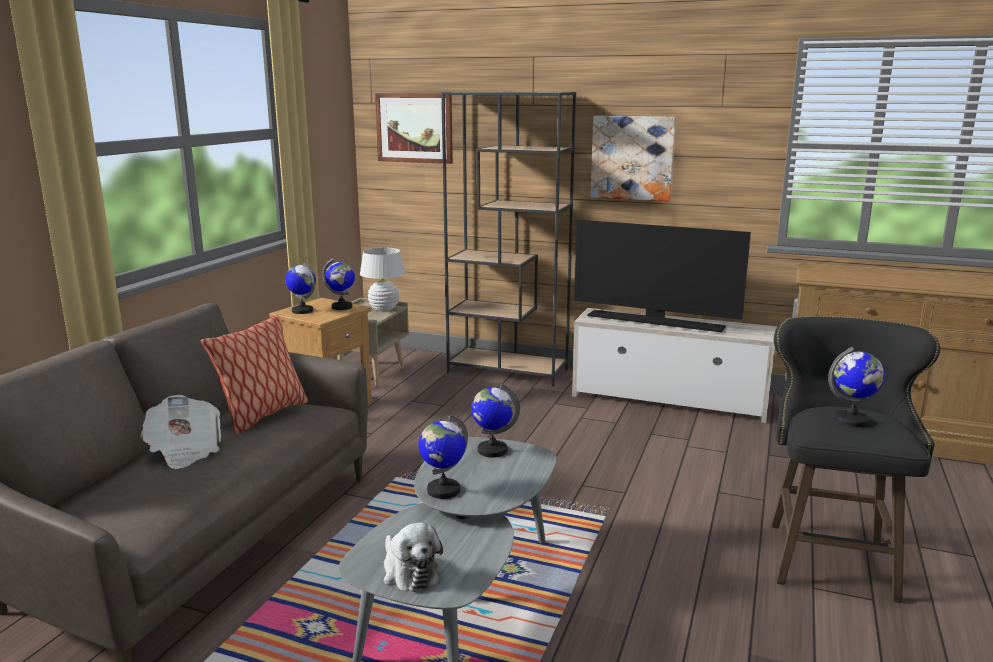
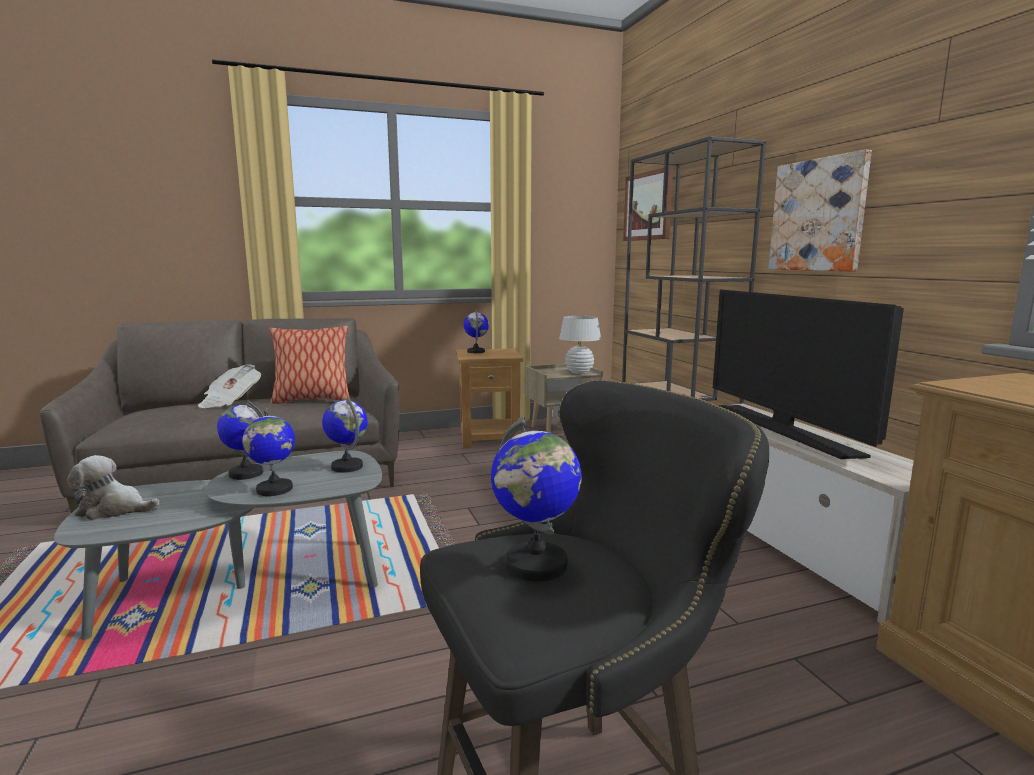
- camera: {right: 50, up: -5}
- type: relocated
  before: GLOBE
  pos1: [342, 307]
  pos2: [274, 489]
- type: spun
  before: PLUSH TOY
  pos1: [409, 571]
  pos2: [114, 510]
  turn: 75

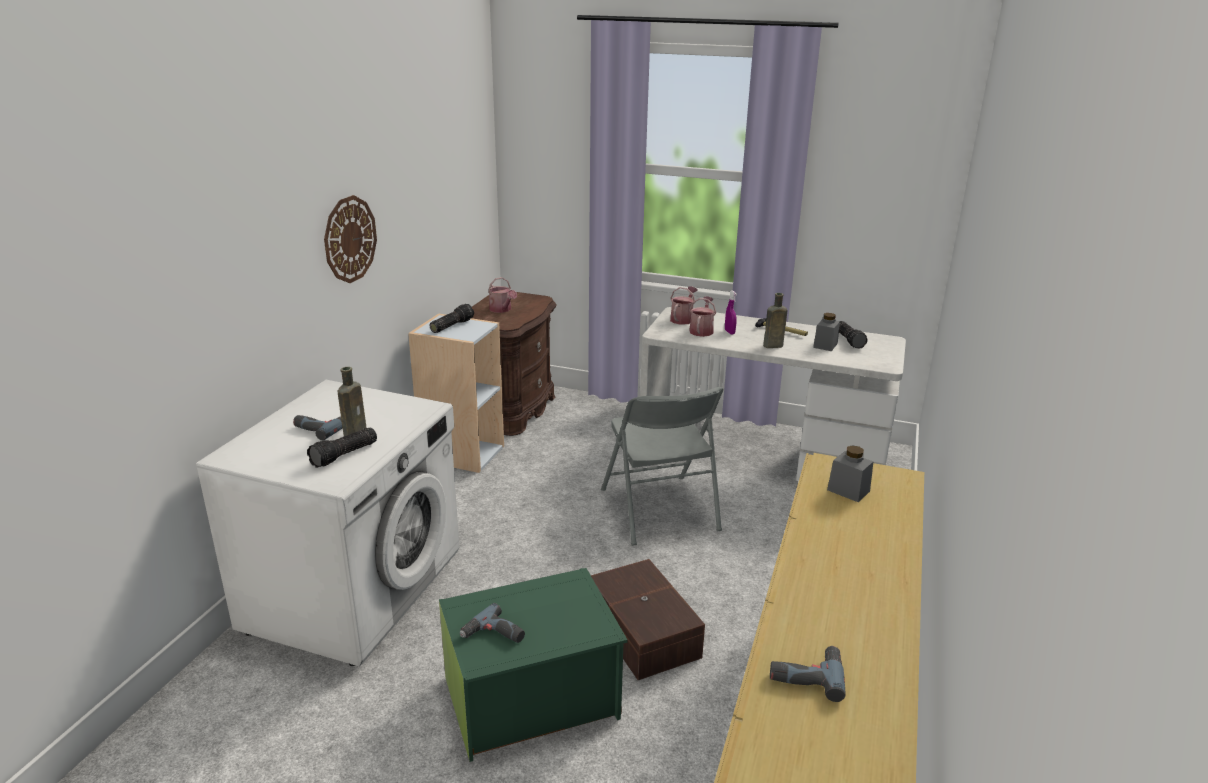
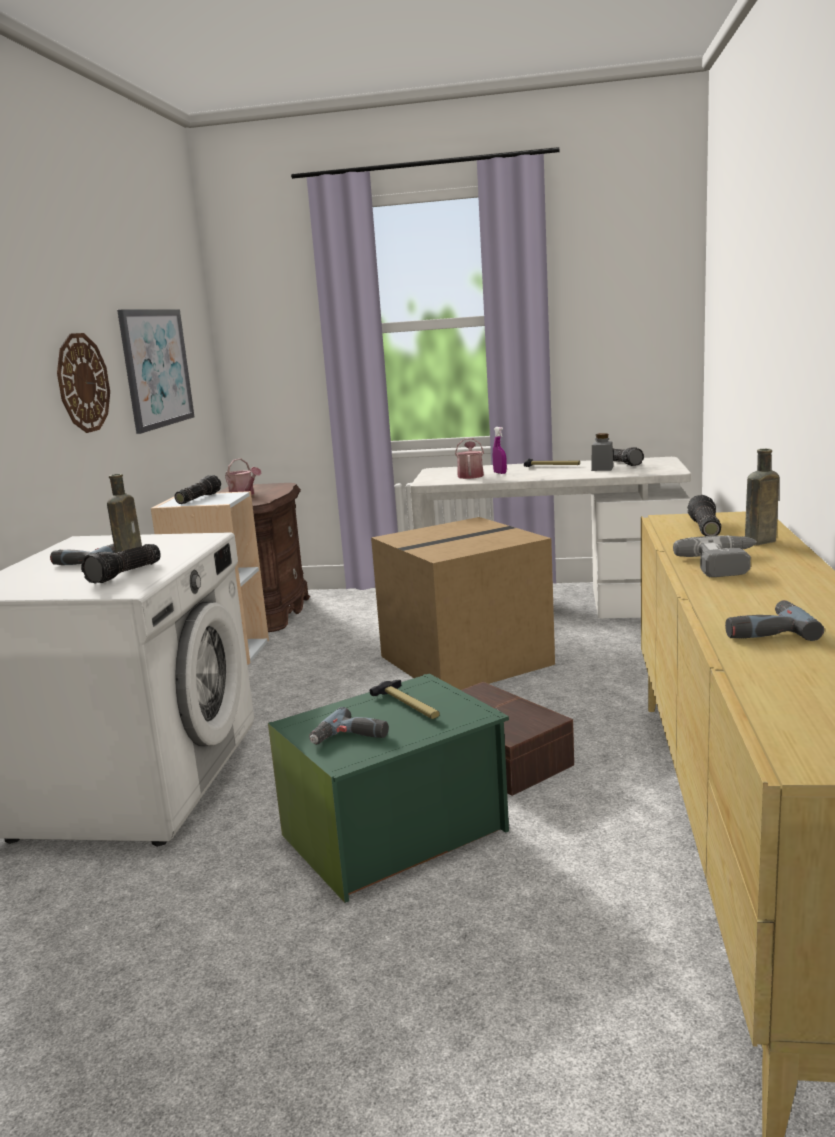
- camera: {right: -10, up: -10}
- type: missing
  before: WATERING CAN
  pos1: [682, 319]
- type: appeared
  after: PICTURE
  pos2: [156, 368]
- type: appeared
  after: HAMMER
  pos2: [408, 706]
- type: appeared
  after: POWER DRILL
  pos2: [727, 564]
- type: relocated
  before: BROWN BOTTLE
  pos1: [771, 346]
  pos2: [758, 542]
- type: exchanged
  before: GREY CHAIR
  after: CARDBOARD BOX
  pos1: [658, 510]
  pos2: [464, 661]
- type: exchanged
  before: GREY JAR
  after: FLASHLIGHT
  pos1: [848, 490]
  pos2: [703, 528]

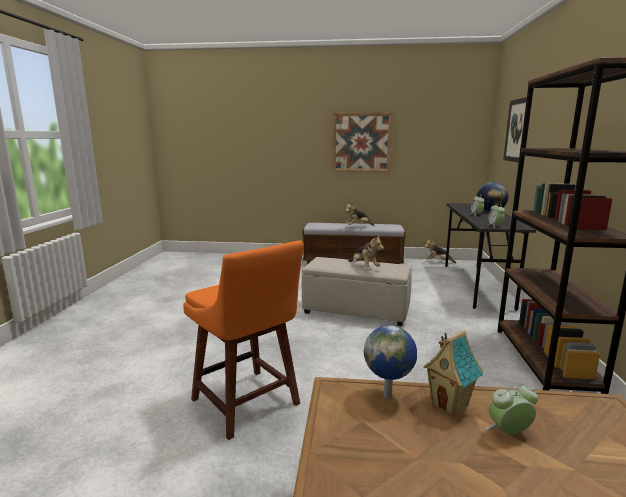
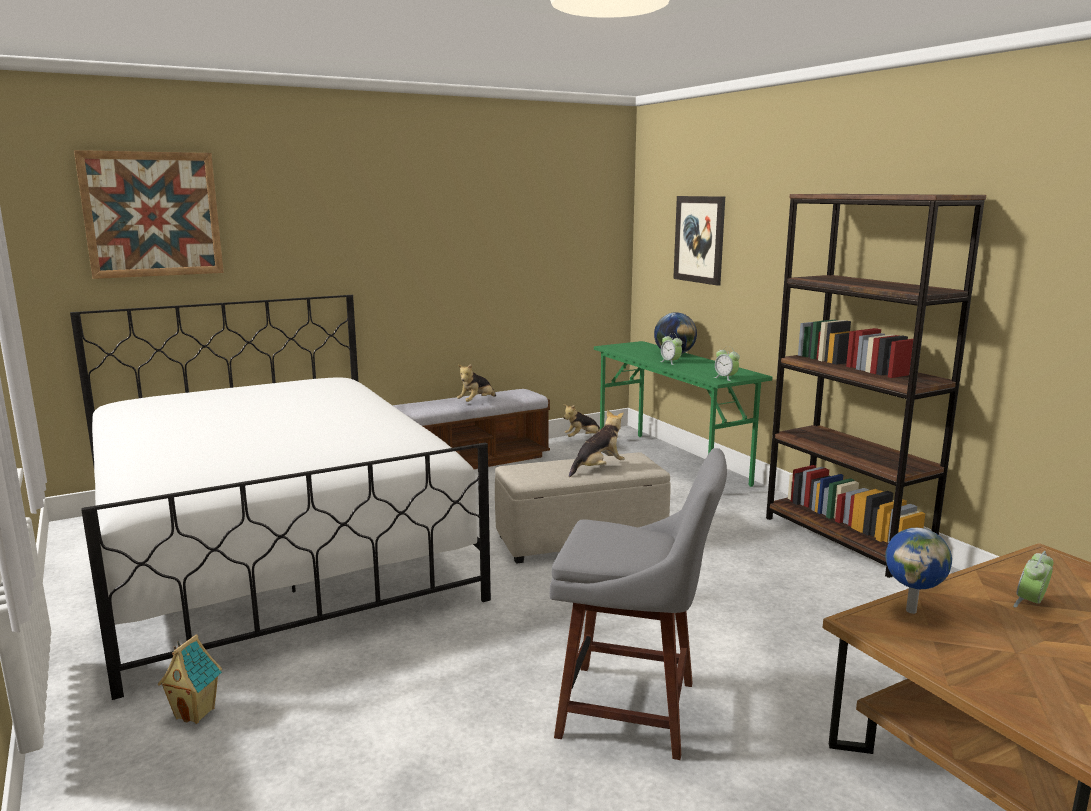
- camera: {right: -35, up: 0}
- type: appeared
  after: WHITE BED
  pos2: [273, 552]
- type: relocated
  before: PICTURE
  pos1: [361, 142]
  pos2: [152, 214]
- type: relocated
  before: TOY HOUSE
  pos1: [450, 404]
  pos2: [196, 712]
- type: colour
  before: ORANGE STOOL
  after: GREY STOOL
  pos1: [247, 404]
  pos2: [635, 710]
- type: colour
  before: GREY DESK
  after: GREEN DESK
  pos1: [476, 285]
  pos2: [671, 463]
- type: spun
  before: PLUSH TOY
  pos1: [364, 267]
  pos2: [598, 468]
  turn: -60

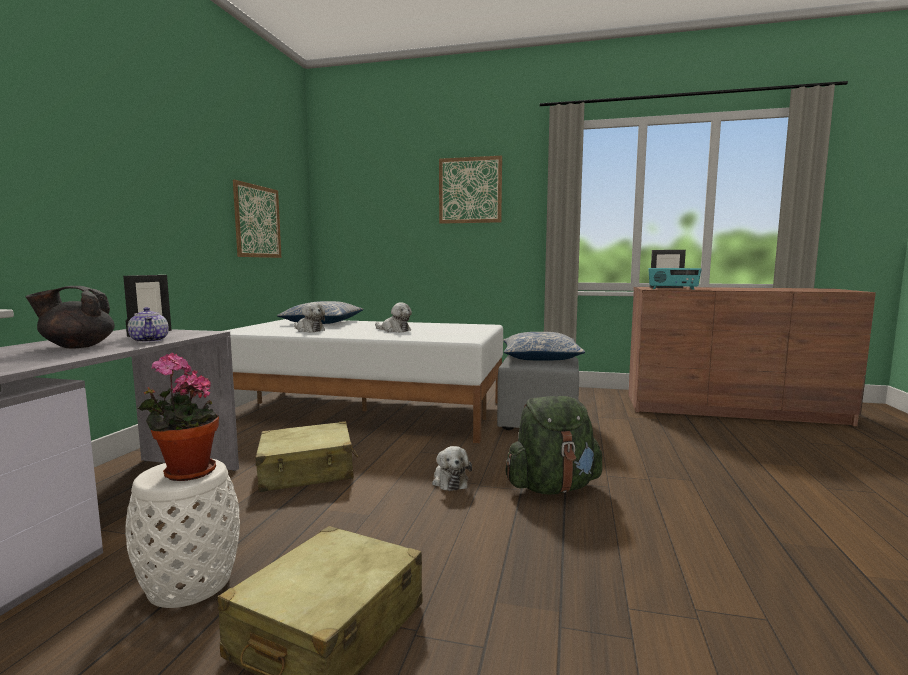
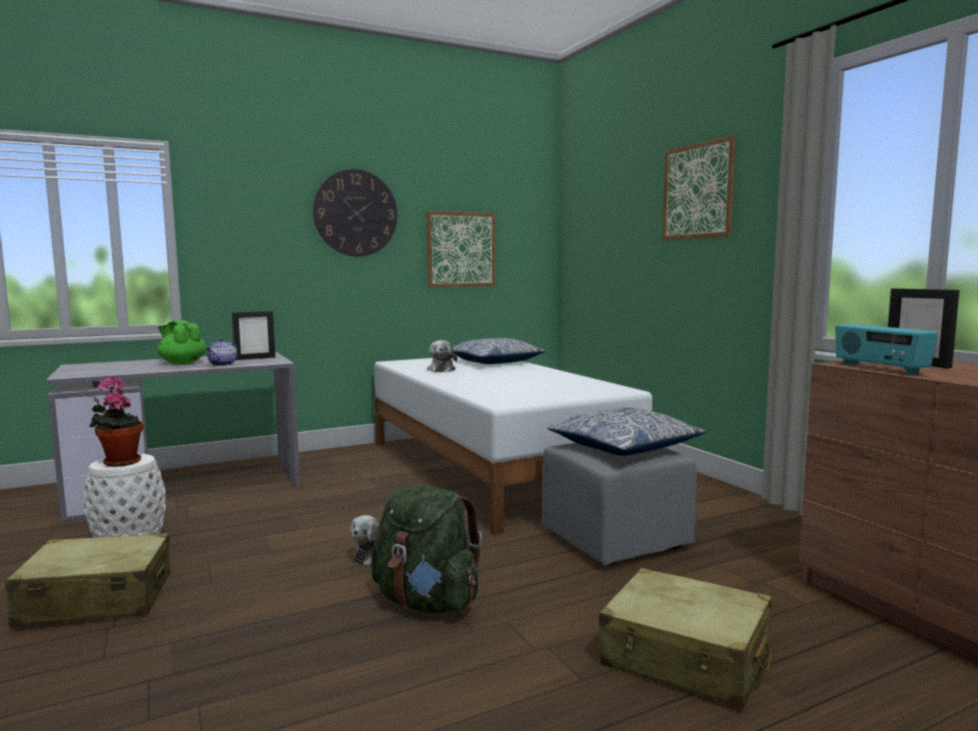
- camera: {right: 50, up: 0}
- type: missing
  before: PLUSH TOY
  pos1: [394, 330]
- type: appeared
  after: WALL CLOCK
  pos2: [355, 213]
- type: relocated
  before: BEIGE SUITCASE
  pos1: [307, 471]
  pos2: [686, 658]
- type: colour
  before: BLACK TEAPOT
  after: GREEN TEAPOT
  pos1: [77, 346]
  pos2: [182, 363]

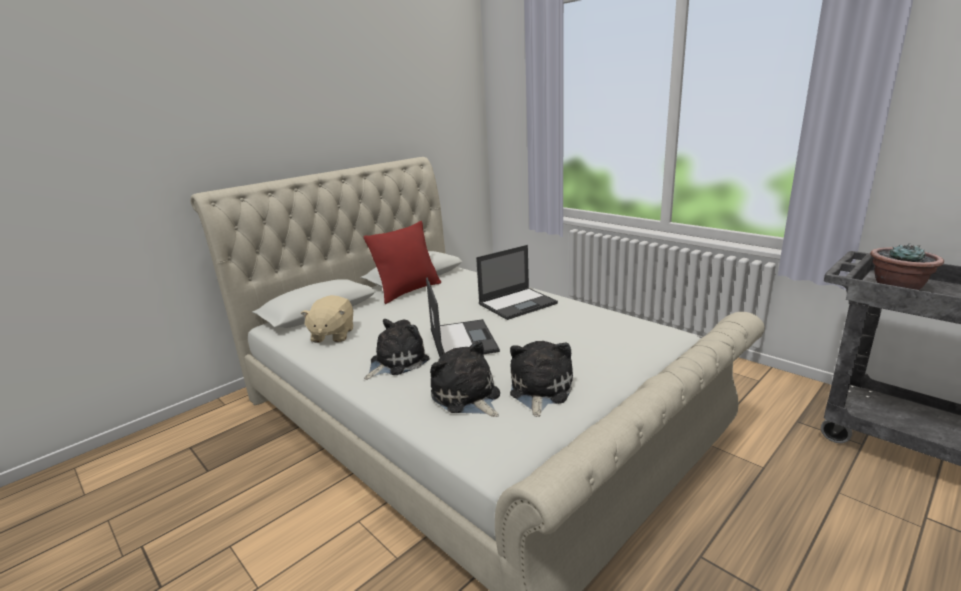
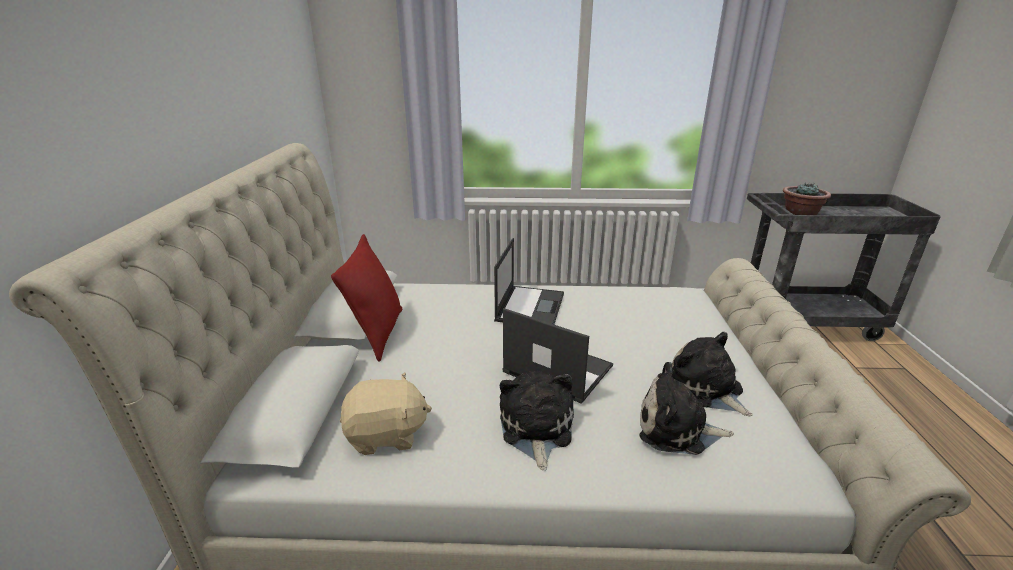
- camera: {right: -45, up: 5}
- type: spun
  before: BEIGE PLUSH TOY
  pos1: [332, 335]
  pos2: [386, 435]
  turn: -60

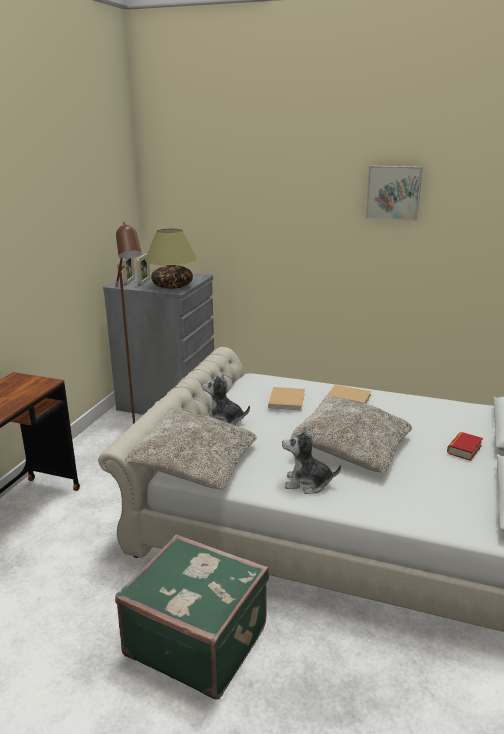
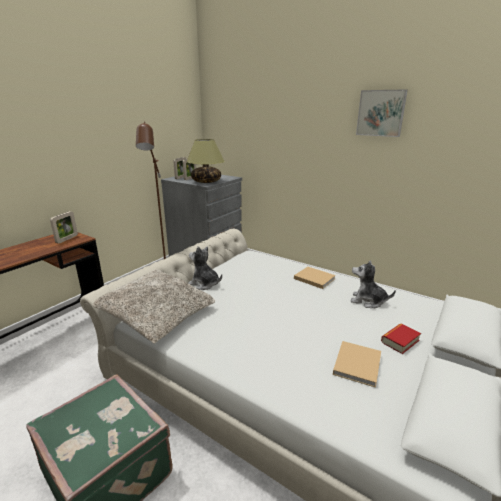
- camera: {right: 15, up: 0}
- type: missing
  before: BEIGE PILLOW
  pos1: [352, 447]
- type: appeared
  after: PICTURE FRAME
  pos2: [67, 239]
- type: relocated
  before: BEIGE BOOK
  pos1: [287, 399]
  pos2: [357, 363]
- type: relocated
  before: PLUSH TOY
  pos1: [307, 483]
  pos2: [368, 301]

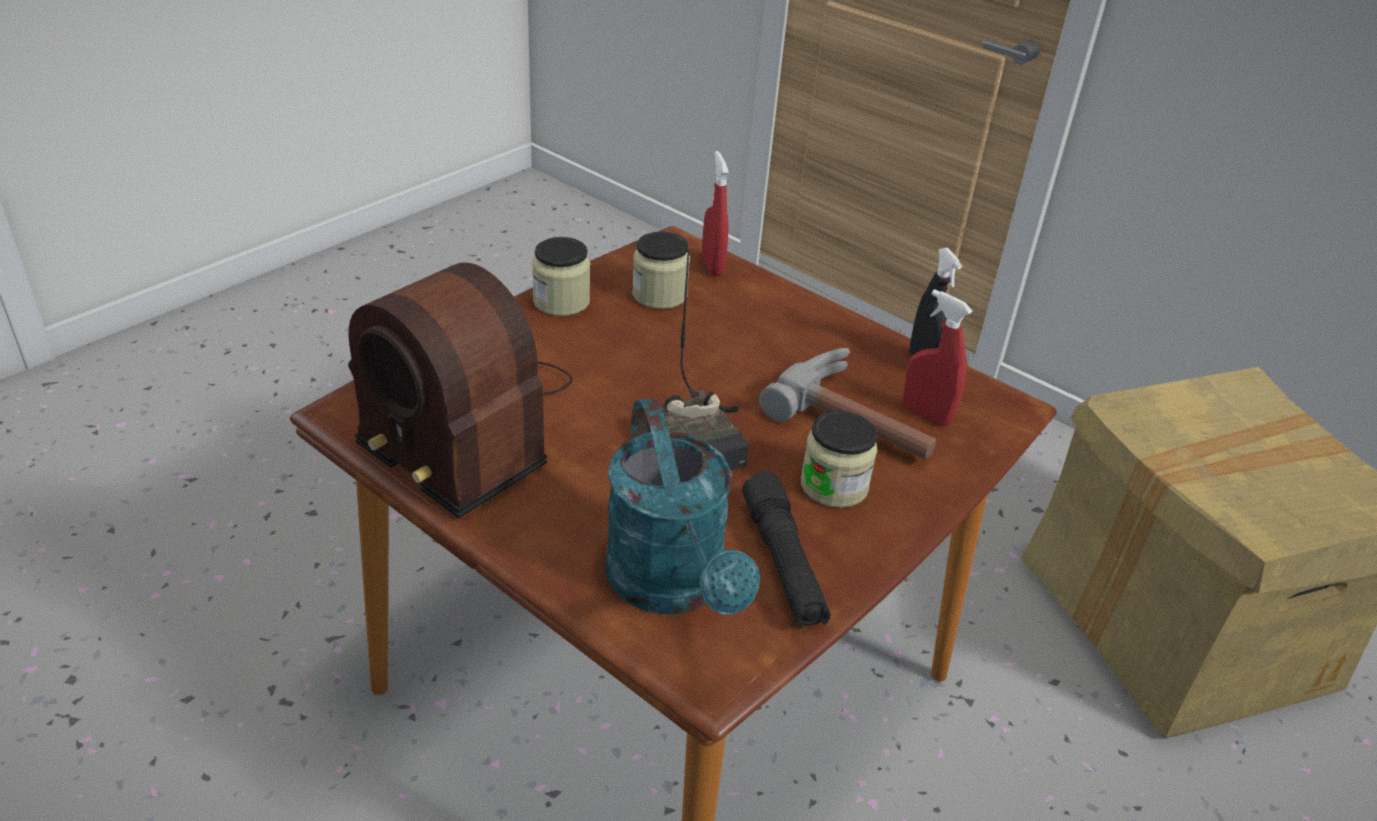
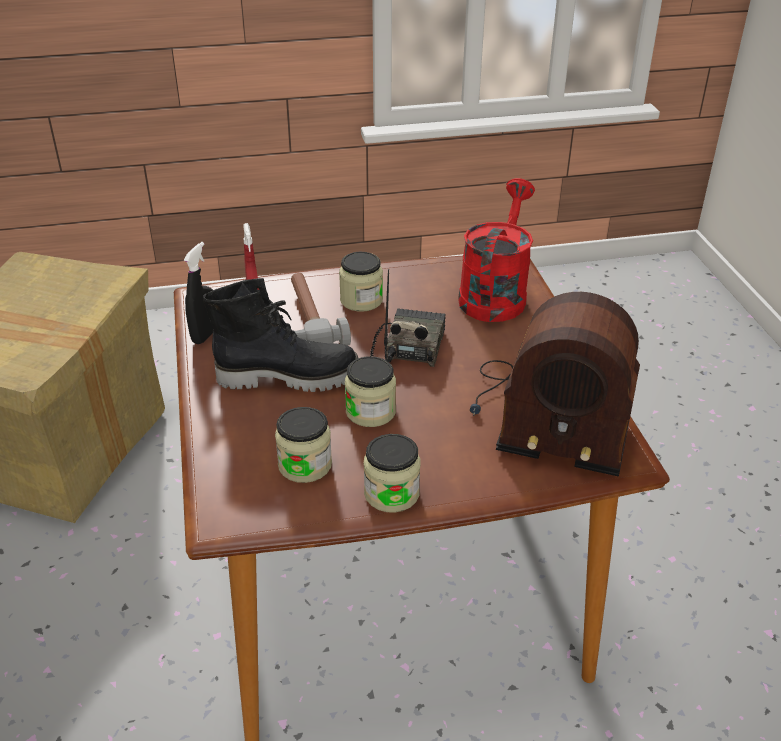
- camera: {right: -140, up: 0}
- type: missing
  before: RED SPRAY BOTTLE
  pos1: [712, 266]
- type: missing
  before: BLACK FLASHLIGHT
  pos1: [783, 563]
- type: appeared
  after: BLACK BOOT
  pos2: [289, 376]
- type: appeared
  after: JAR
  pos2: [370, 411]
- type: colour
  before: TURQUOISE WATERING CAN
  after: RED WATERING CAN
  pos1: [673, 587]
  pos2: [495, 294]
- type: spun
  before: RADIO
  pos1: [464, 426]
  pos2: [547, 415]
  turn: 120

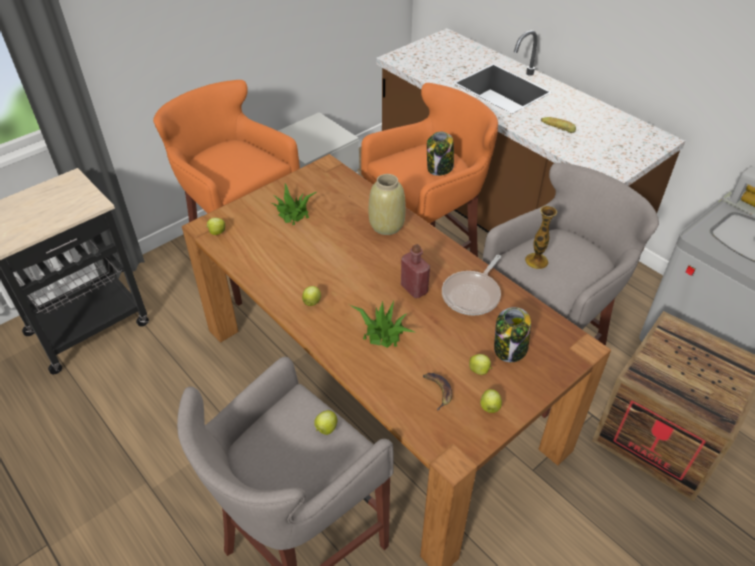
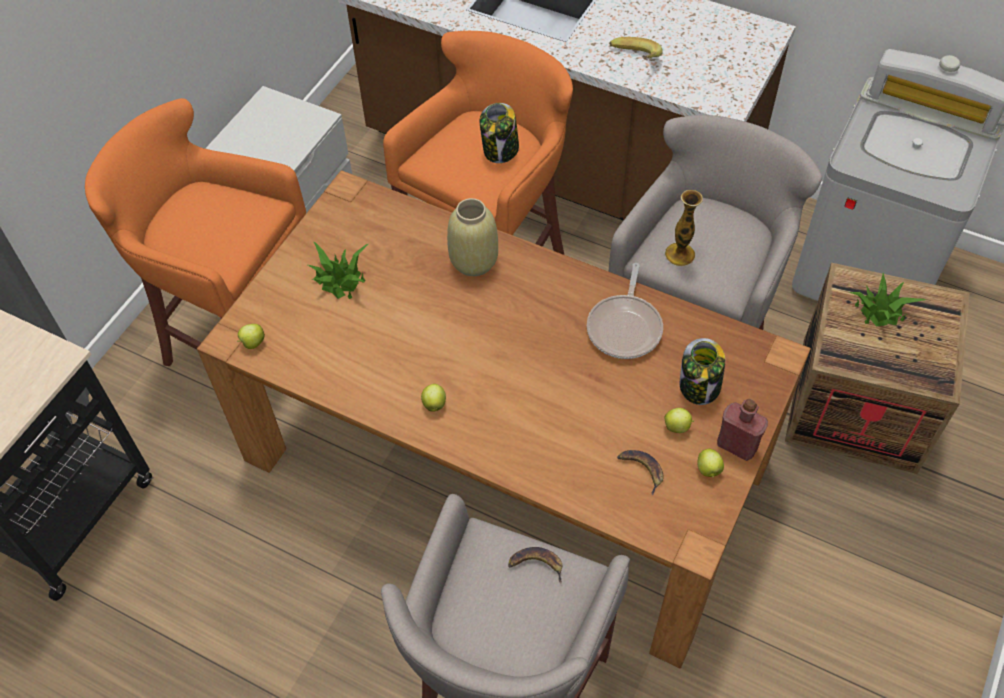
- camera: {right: -20, up: 10}
- type: relocated
  before: POTTED PLANT
  pos1: [382, 332]
  pos2: [879, 310]
- type: relocated
  before: RED BOTTLE
  pos1: [414, 289]
  pos2: [737, 445]
- type: exchanged
  before: APPLE
  after: BANANA
  pos1: [326, 429]
  pos2: [536, 565]

